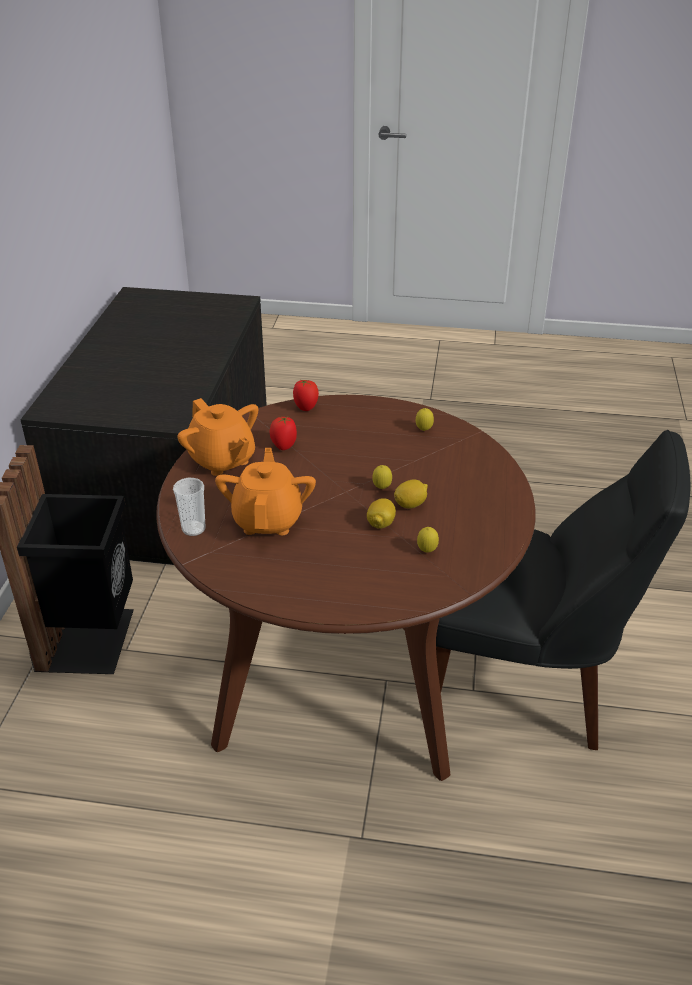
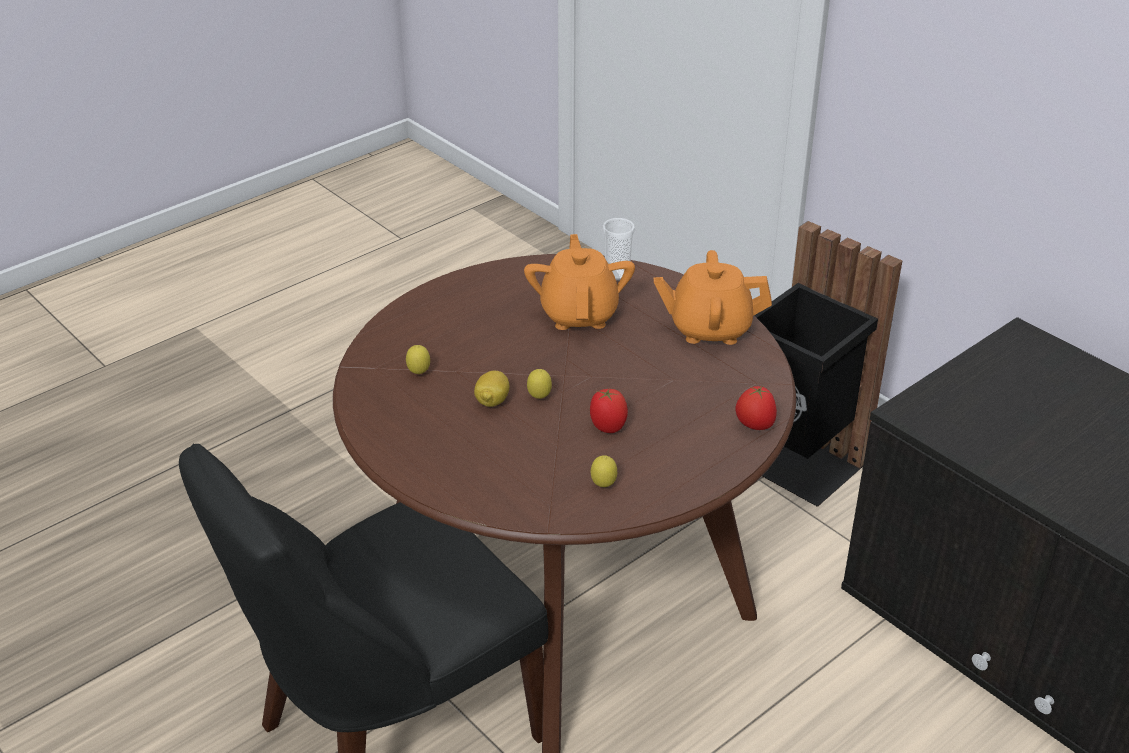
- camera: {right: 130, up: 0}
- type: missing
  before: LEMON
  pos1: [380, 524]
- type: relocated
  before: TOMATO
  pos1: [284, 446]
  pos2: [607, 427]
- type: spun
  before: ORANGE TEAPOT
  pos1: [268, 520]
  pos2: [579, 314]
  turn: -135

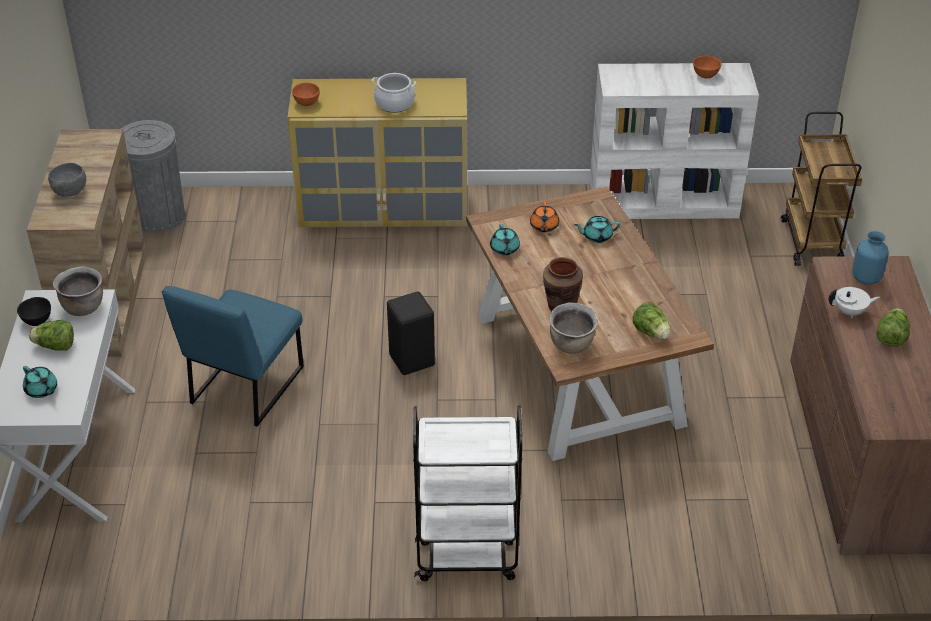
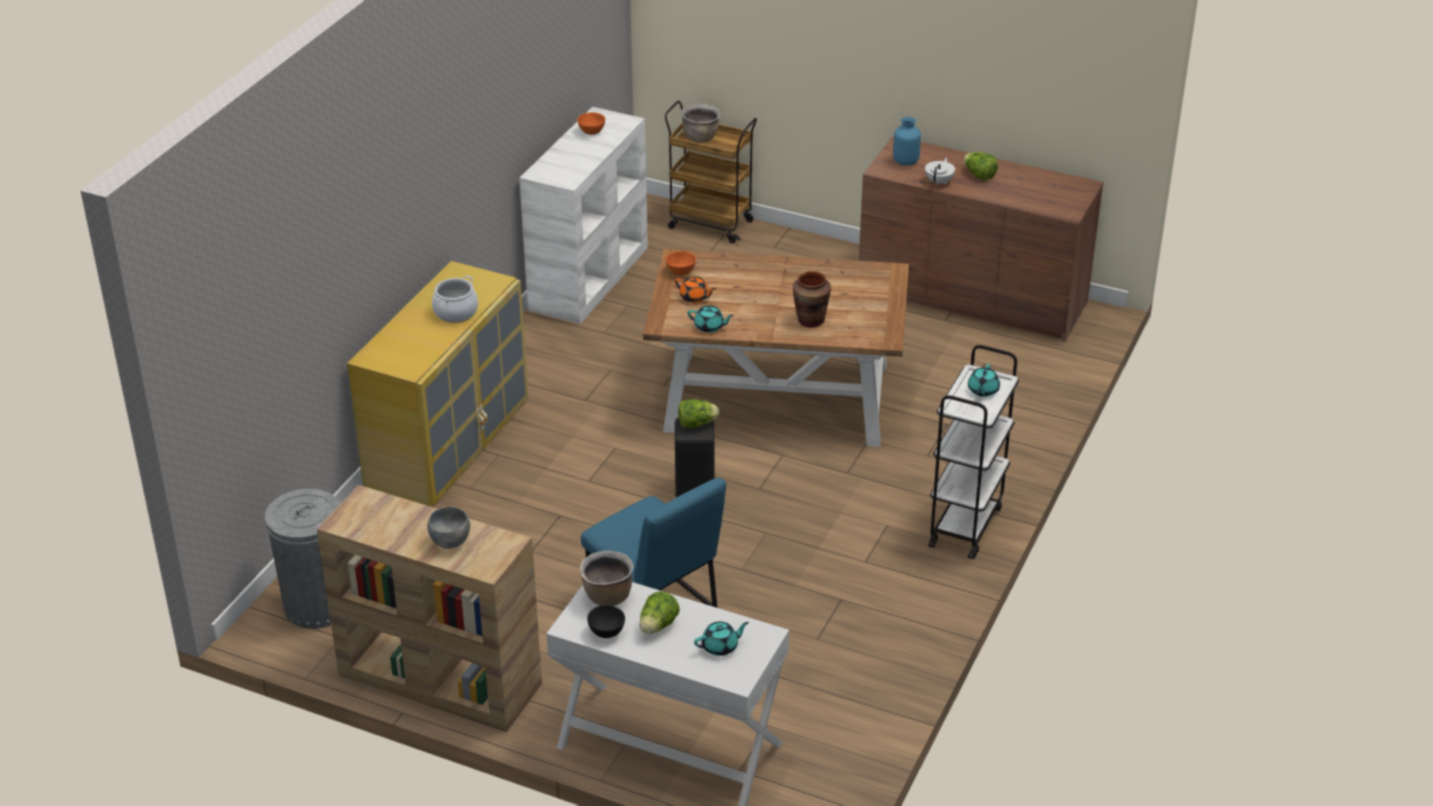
- camera: {right: -65, up: -5}
- type: relocated
  before: ORANGE BOWL
  pos1: [306, 102]
  pos2: [680, 272]
- type: relocated
  before: BROWN COOKING POT
  pos1: [572, 345]
  pos2: [700, 137]
- type: relocated
  before: TURQUOISE TEAPOT
  pos1: [596, 236]
  pos2: [982, 390]
- type: relocated
  before: LETTUCE
  pos1: [651, 332]
  pos2: [696, 424]

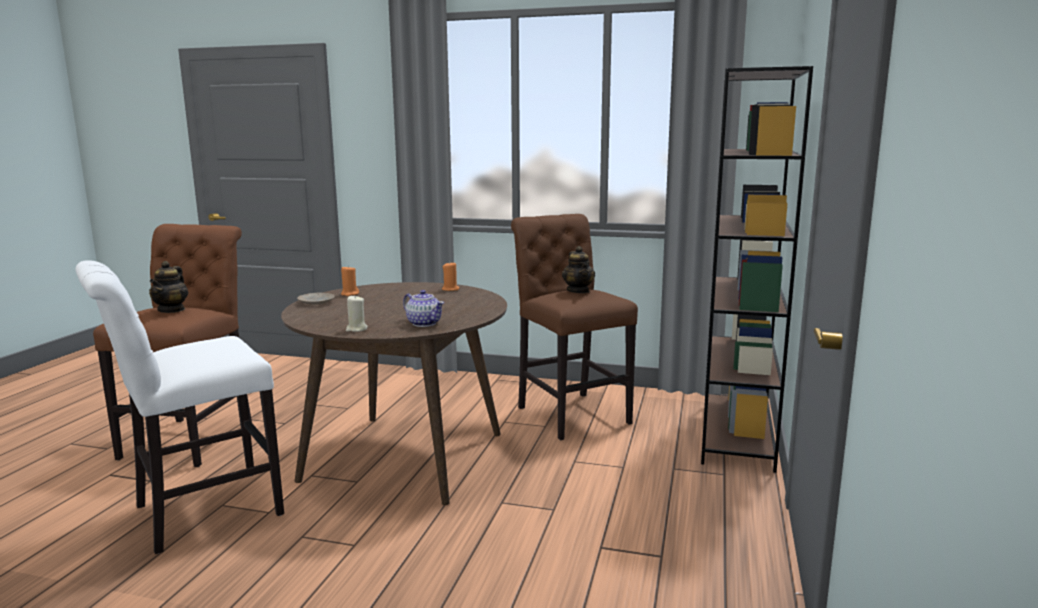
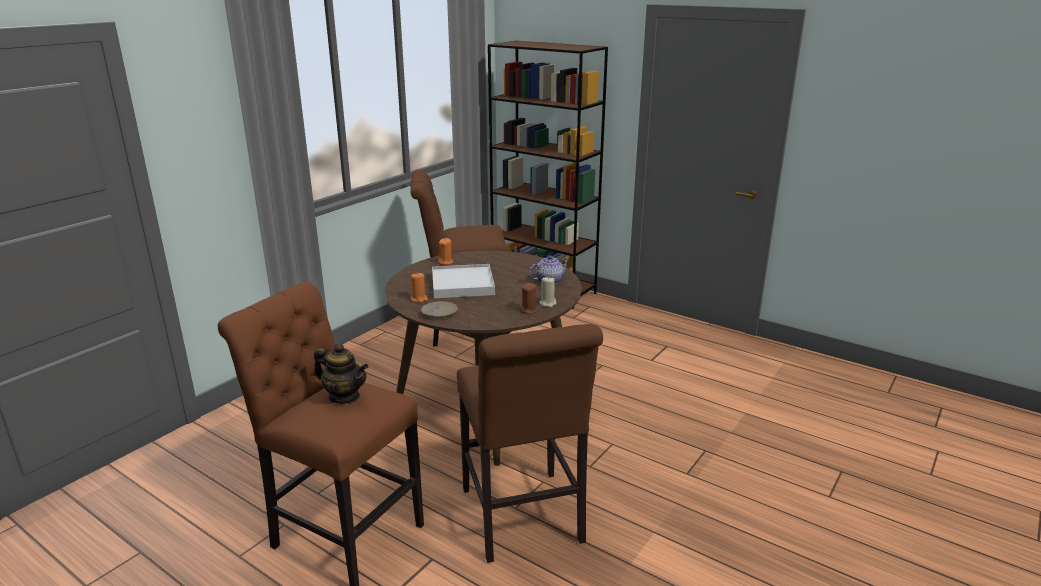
- camera: {right: -70, up: 10}
- type: missing
  before: TEAPOT
  pos1: [578, 291]
- type: appeared
  after: WHITE TRAY
  pos2: [463, 284]
- type: appeared
  after: BROWN CANDLE
  pos2: [528, 310]
- type: colour
  before: WHITE STOOL
  after: BROWN STOOL
  pos1: [199, 513]
  pos2: [523, 521]

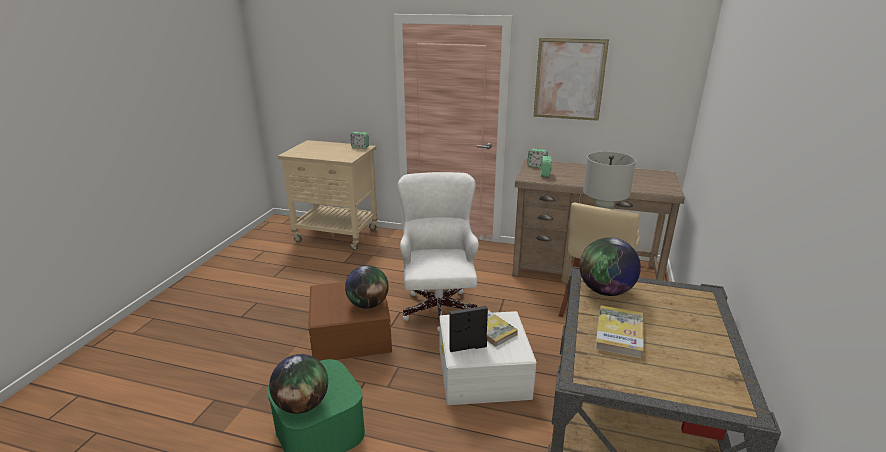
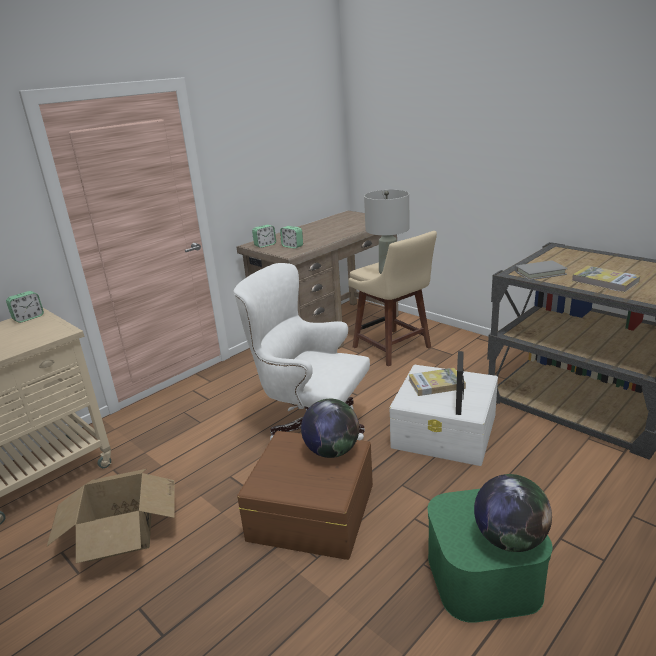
- camera: {right: -60, up: 0}
- type: missing
  before: PICTURE
  pos1: [569, 79]
- type: appeared
  after: CARDBOARD BOX
  pos2: [121, 532]
- type: exchanged
  before: GLOBE
  after: GREY BOOK
  pos1: [605, 291]
  pos2: [540, 273]

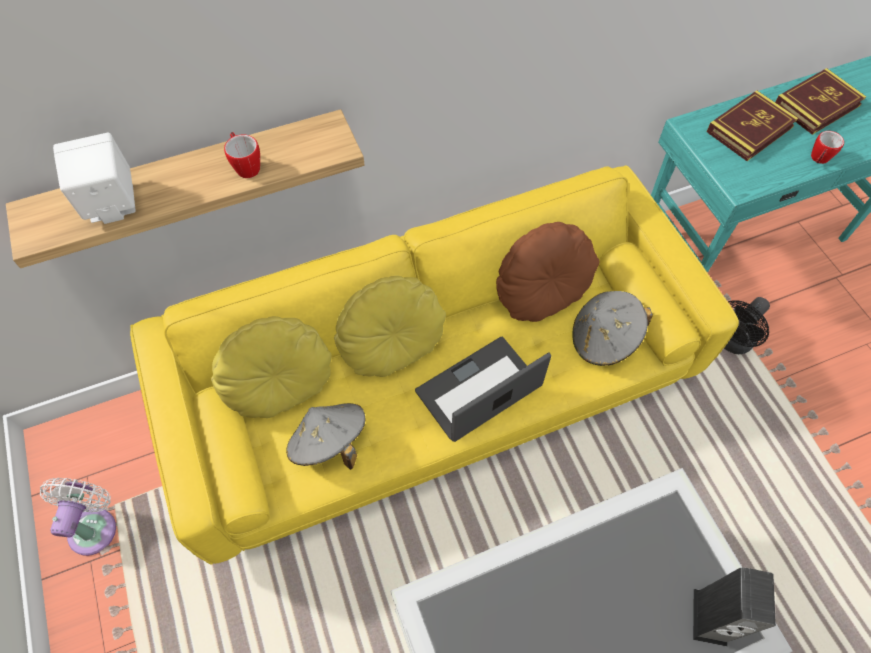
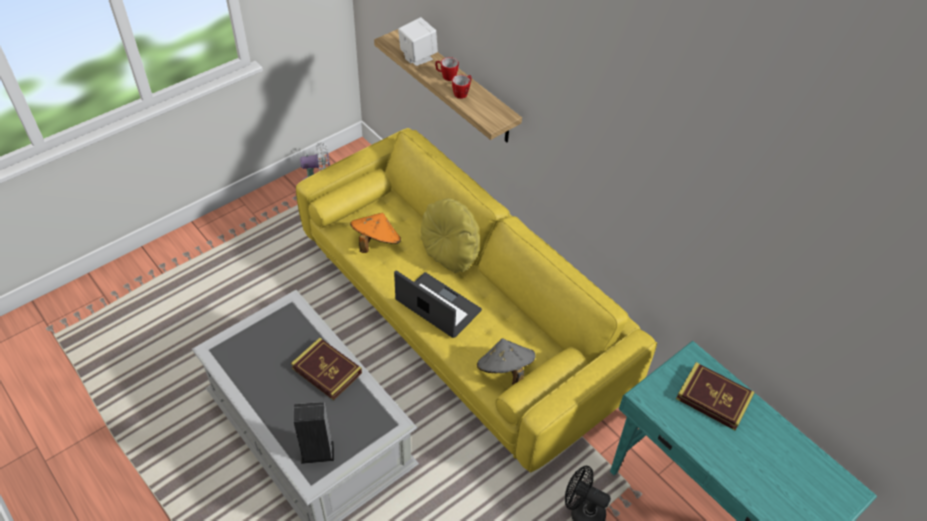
- camera: {right: 70, up: -10}
- type: missing
  before: YELLOW PILLOW
  pos1: [282, 390]
- type: missing
  before: BROWN PILLOW
  pos1: [541, 298]
- type: relocated
  before: BOOK
  pos1: [816, 105]
  pos2: [326, 370]
- type: relocated
  before: MUG
  pos1: [818, 160]
  pos2: [446, 76]
- type: colour
  before: GREY HAT
  after: ORANGE HAT
  pos1: [329, 444]
  pos2: [376, 242]

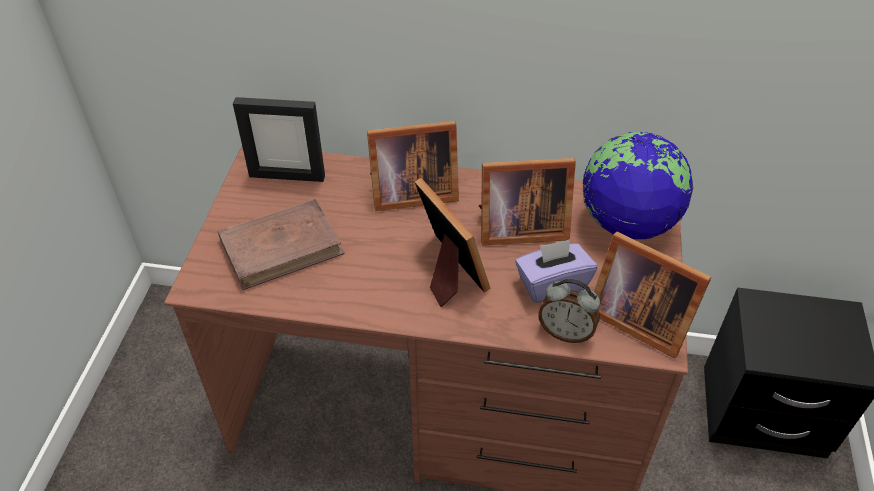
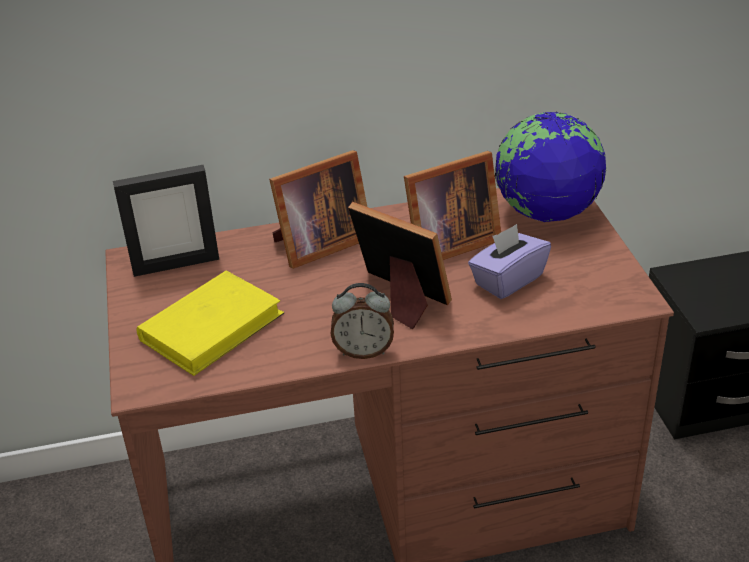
- camera: {right: -20, up: -10}
- type: missing
  before: PICTURE FRAME
  pos1: [637, 318]
- type: relocated
  before: ALARM CLOCK
  pos1: [566, 332]
  pos2: [363, 351]
- type: colour
  before: BROWN BOOK
  after: YELLOW BOOK
  pos1: [281, 247]
  pos2: [212, 327]

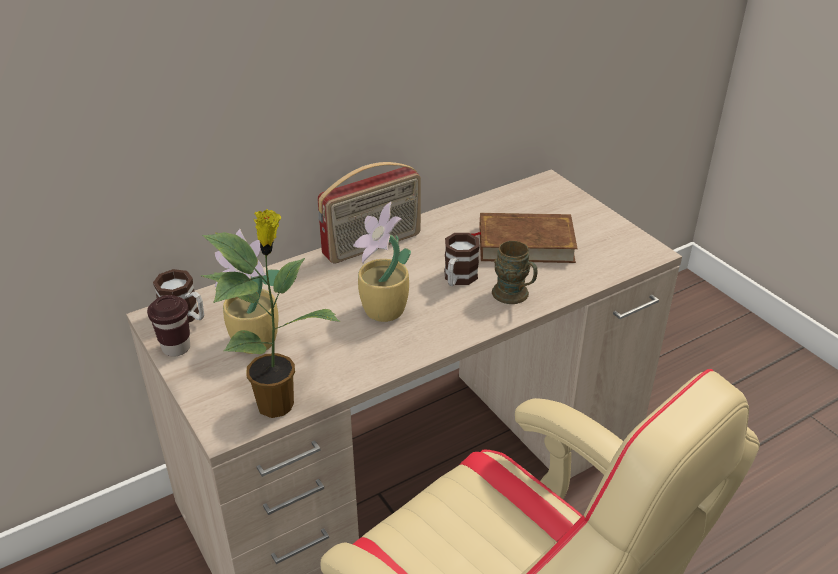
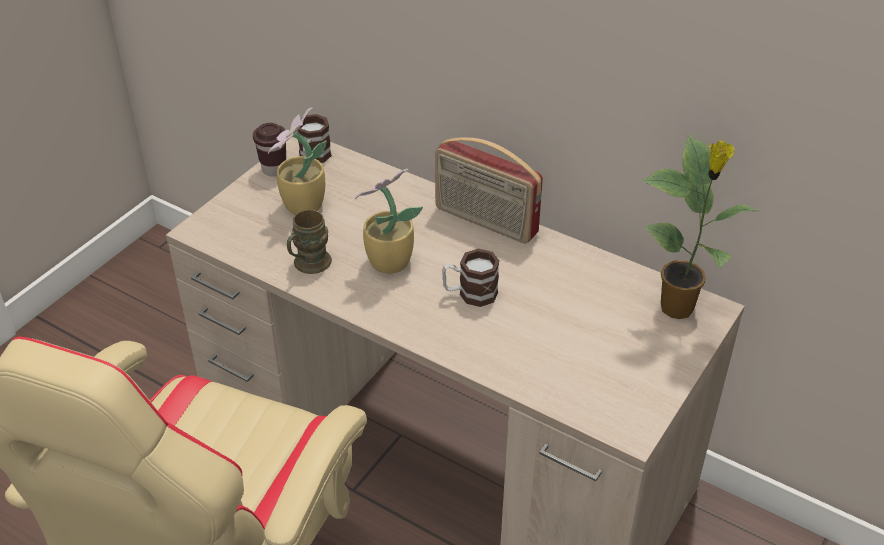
- camera: {right: 65, up: 5}
- type: missing
  before: BROWN BOOK
  pos1: [525, 243]
- type: relocated
  before: POTTED PLANT
  pos1: [278, 404]
  pos2: [679, 308]
- type: relocated
  before: BROWN MUG
  pos1: [515, 296]
  pos2: [308, 265]

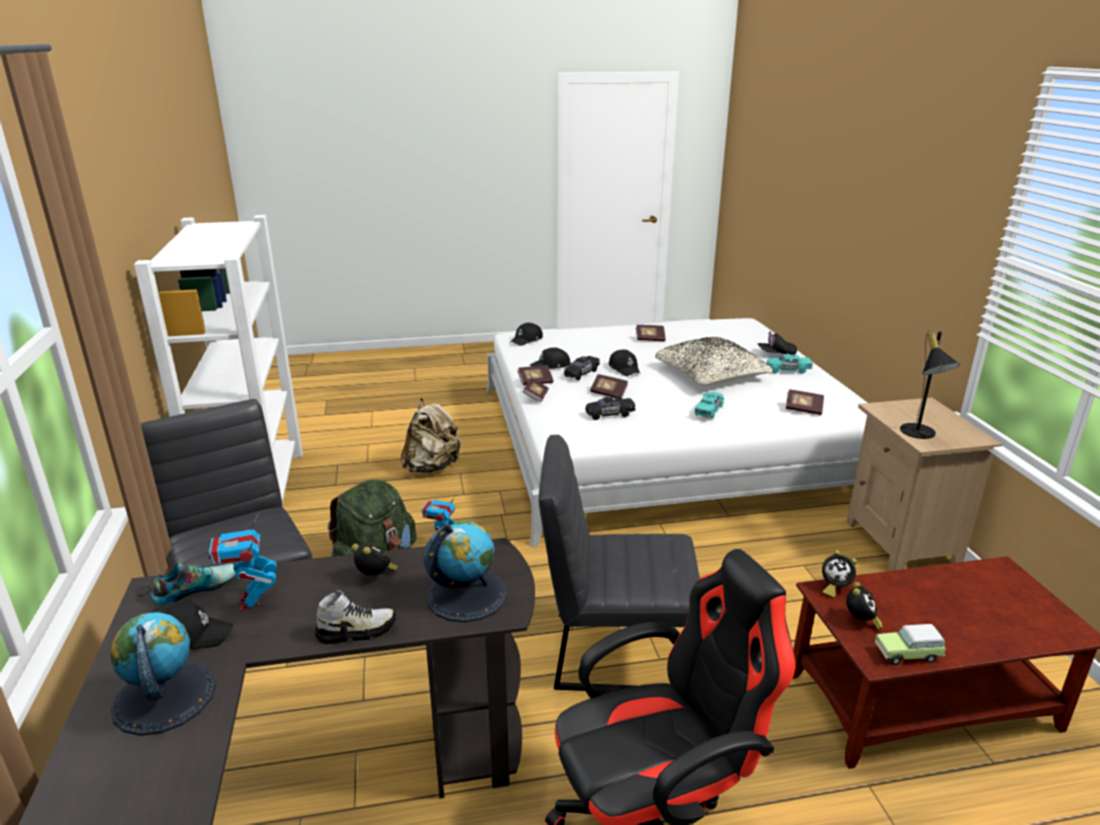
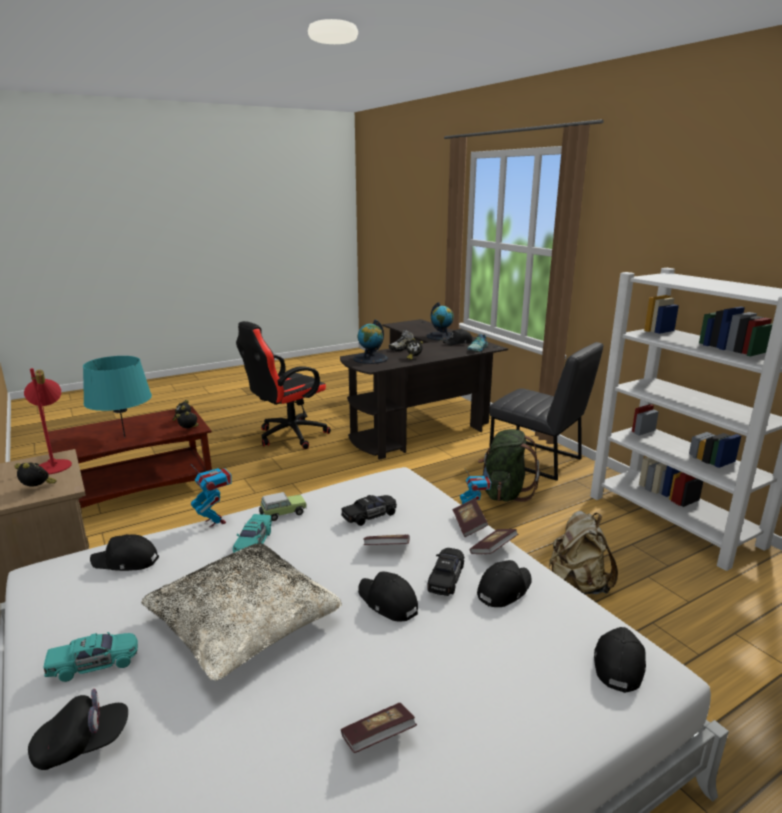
- camera: {right: 160, up: -5}
- type: missing
  before: GREY CHAIR
  pos1: [615, 651]
- type: appeared
  after: ALARM CLOCK
  pos2: [38, 489]
- type: appeared
  after: TURQUOISE TABLE LAMP
  pos2: [125, 437]
- type: relocated
  before: TOY ROBOT
  pos1: [251, 601]
  pos2: [215, 521]
- type: relocated
  before: TOY CAR
  pos1: [909, 654]
  pos2: [282, 514]
- type: exchanged
  before: BOOK
  after: BLACK CAP
  pos1: [803, 409]
  pos2: [126, 561]
- type: colour
  before: BLACK TABLE LAMP
  after: RED TABLE LAMP
  pos1: [919, 434]
  pos2: [55, 464]

